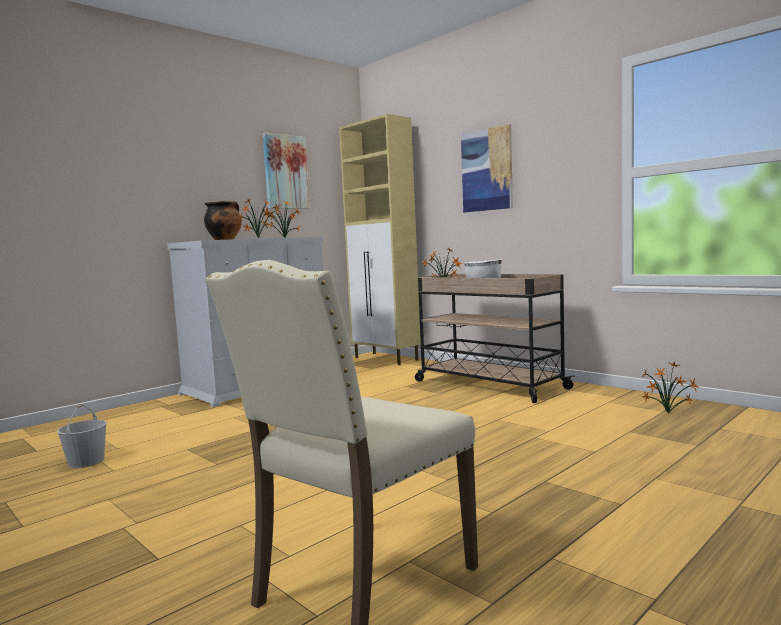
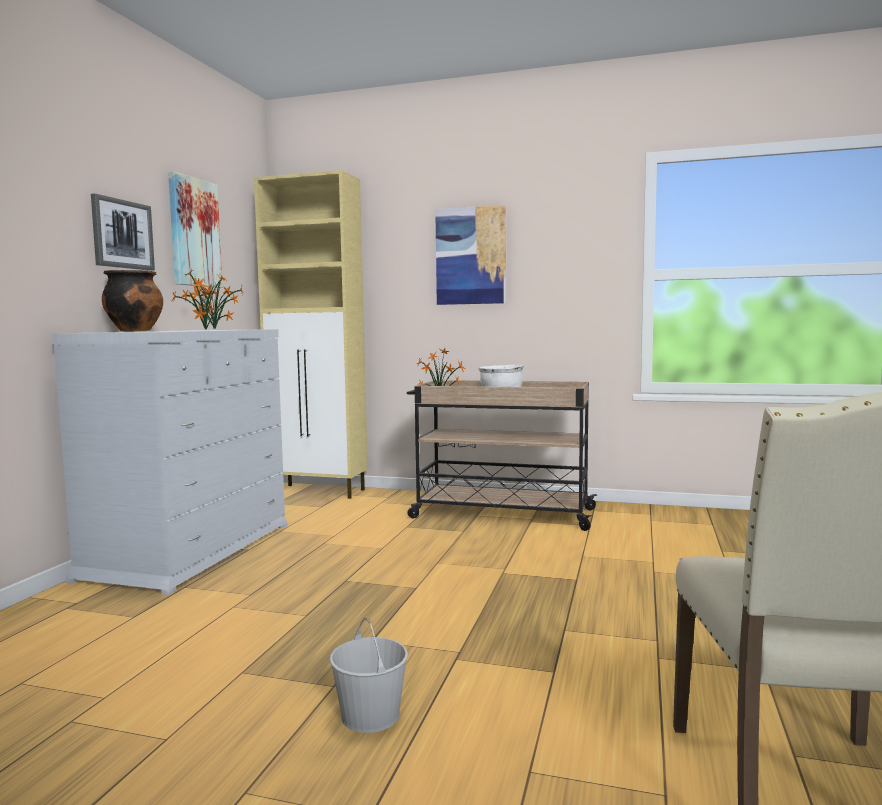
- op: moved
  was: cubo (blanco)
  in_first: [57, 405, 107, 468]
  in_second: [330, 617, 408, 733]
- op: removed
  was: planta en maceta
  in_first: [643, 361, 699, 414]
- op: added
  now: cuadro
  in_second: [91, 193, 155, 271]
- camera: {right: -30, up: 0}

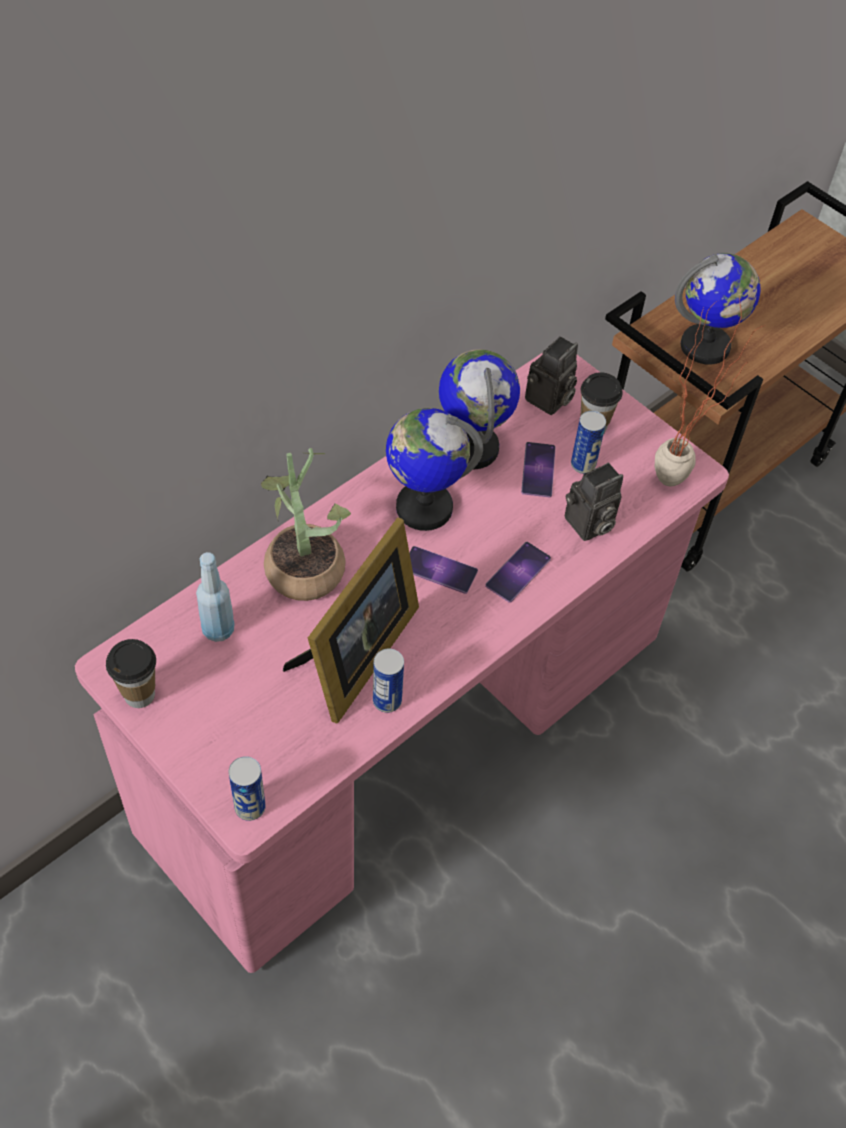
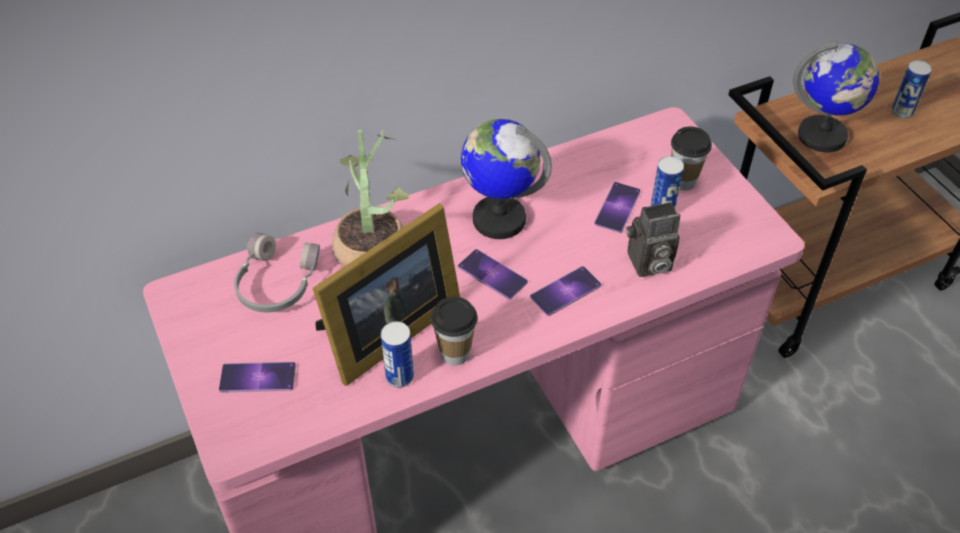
- op: moved
  was: taza
  in_first: [106, 639, 156, 708]
  in_second: [431, 297, 478, 366]
- op: replaced
  was: botella (azul)
  now: auriculares (gris)
  in_first: [196, 552, 234, 642]
  in_second: [234, 233, 320, 313]
- op: moved
  was: lata
  in_first: [229, 756, 266, 821]
  in_second: [892, 60, 932, 119]
- op: removed
  was: globo terráqueo
  in_first: [439, 349, 520, 469]
- op: removed
  was: cámara
  in_first: [525, 336, 578, 415]
- op: removed
  was: planta en maceta
  in_first: [655, 296, 765, 486]
- op: added
  now: móvil
  in_second: [219, 362, 296, 393]
- camera: {right: 20, up: -5}

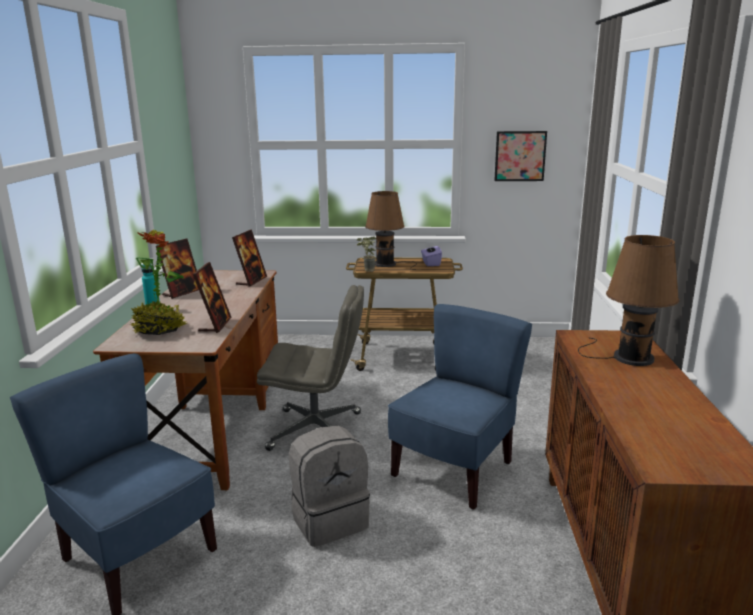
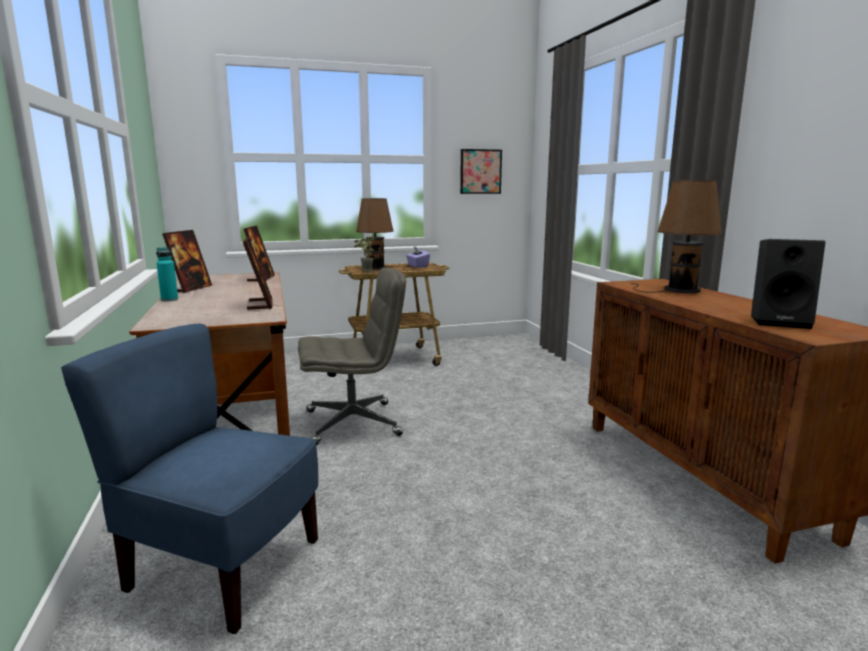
- op: removed
  was: planta en maceta
  in_first: [130, 230, 187, 335]
- op: removed
  was: mochila (gris)
  in_first: [289, 426, 370, 547]
- op: removed
  was: silla (azul)
  in_first: [388, 304, 532, 509]
- op: added
  now: altavoz (negro)
  in_second: [751, 239, 825, 329]
- camera: {right: -20, up: -5}

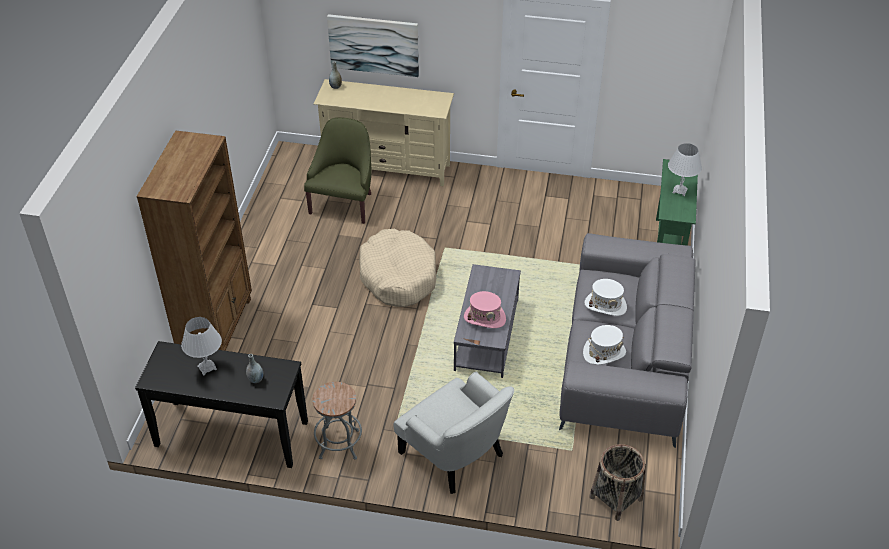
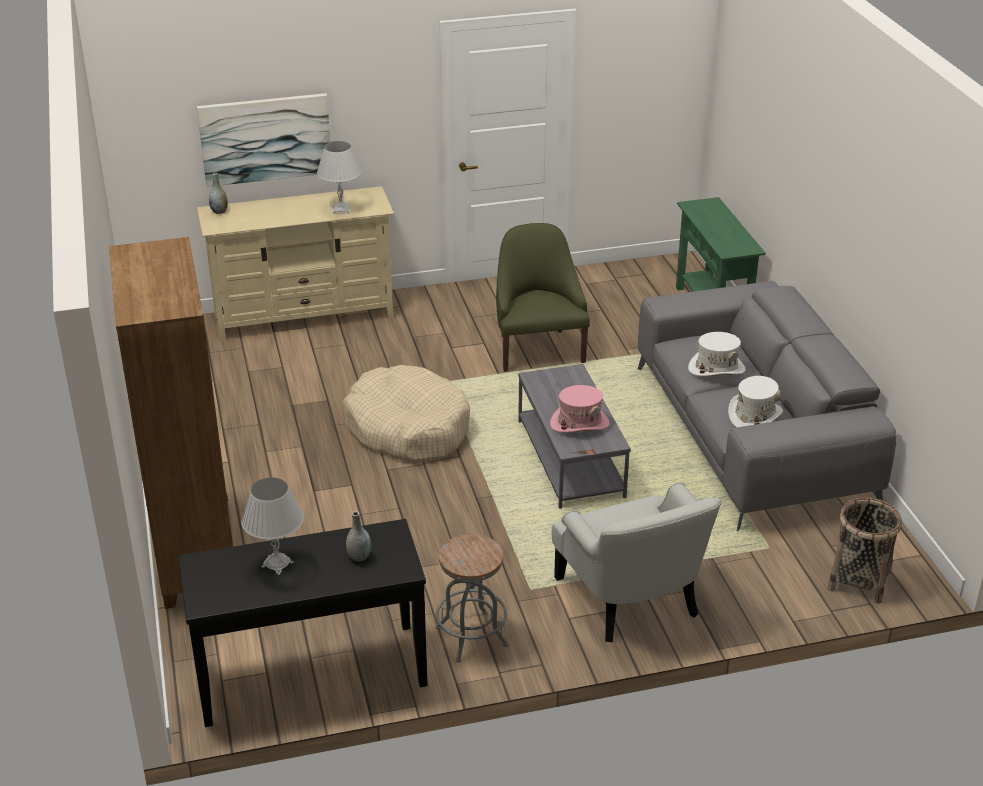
- op: moved
  was: sillón (verde)
  in_first: [304, 117, 372, 224]
  in_second: [496, 223, 590, 372]
- op: turned
  was: sillón (blanco)
  in_first: [394, 372, 514, 494]
  in_second: [552, 482, 722, 642]
  clockwise: 45
- op: moved
  was: lámpara de mesa (blanco)
  in_first: [668, 143, 702, 196]
  in_second: [317, 141, 361, 214]
- camera: {right: -25, up: -10}

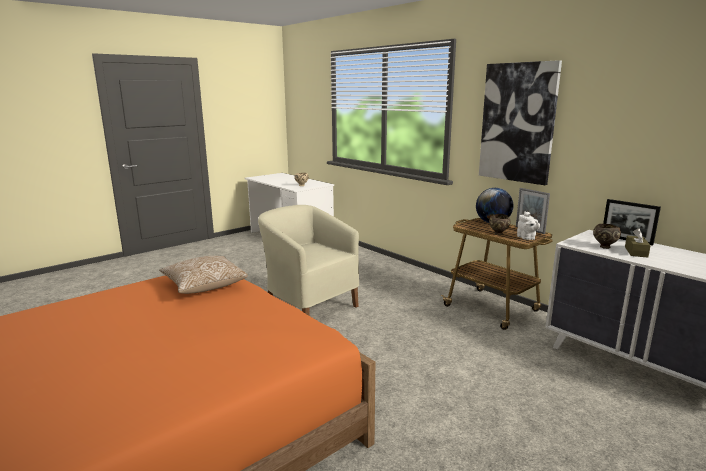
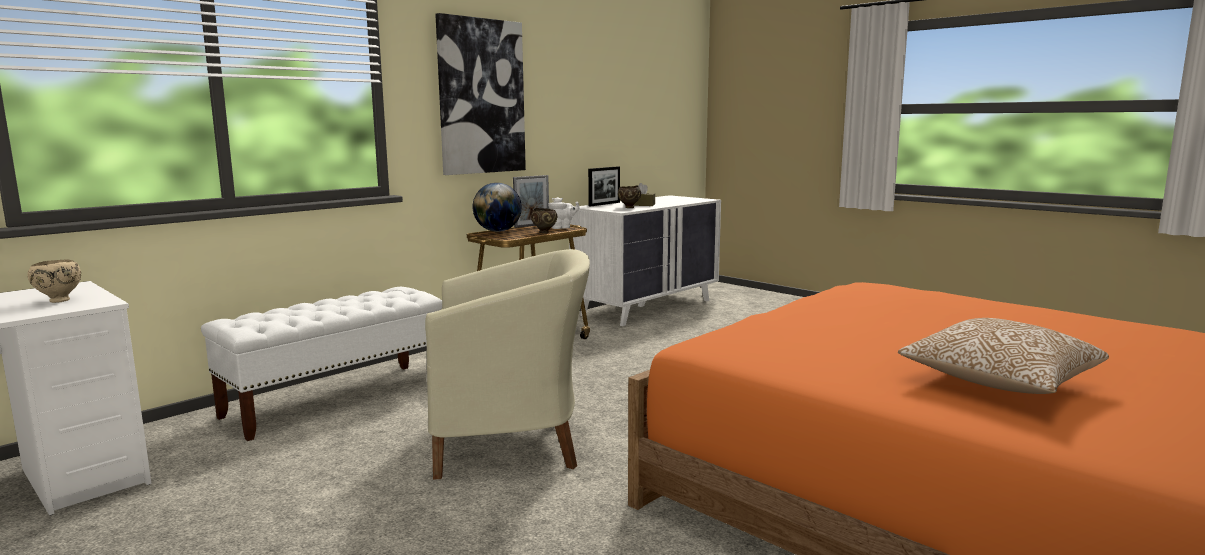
- op: moved
  was: cojín
  in_first: [159, 256, 248, 294]
  in_second: [898, 318, 1109, 394]
- op: turned
  was: sillón (beis)
  in_first: [258, 205, 359, 316]
  in_second: [425, 249, 590, 479]
  clockwise: -135
- op: added
  now: banco (blanco)
  in_second: [201, 287, 442, 441]
- camera: {right: -95, up: -5}

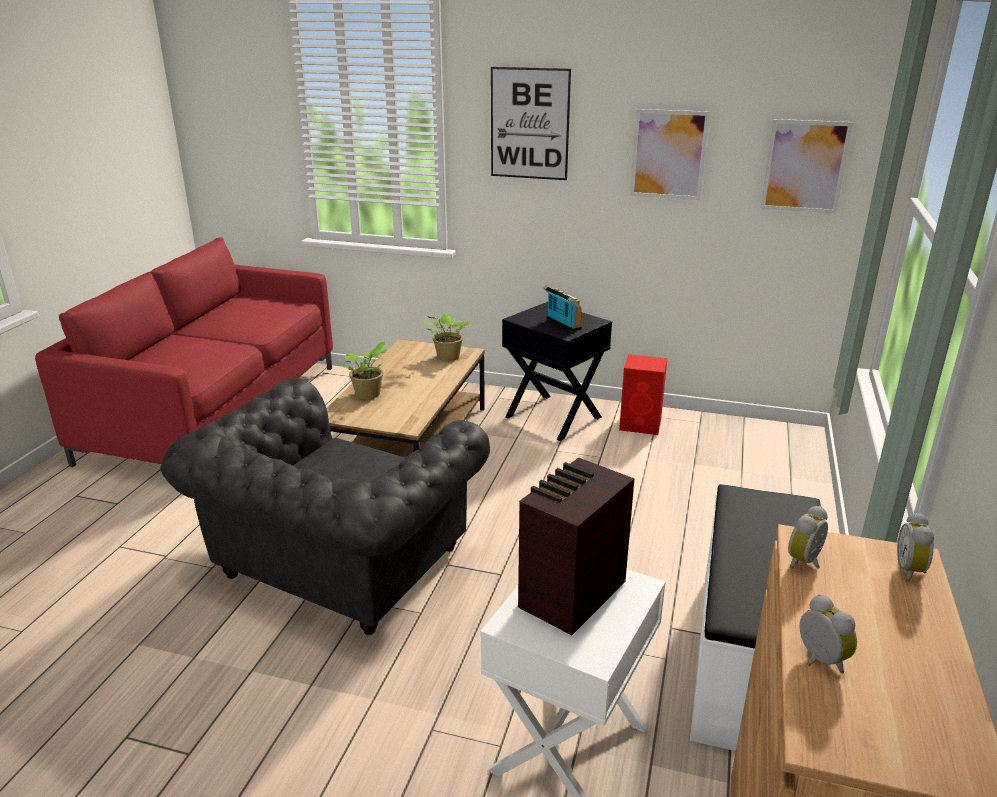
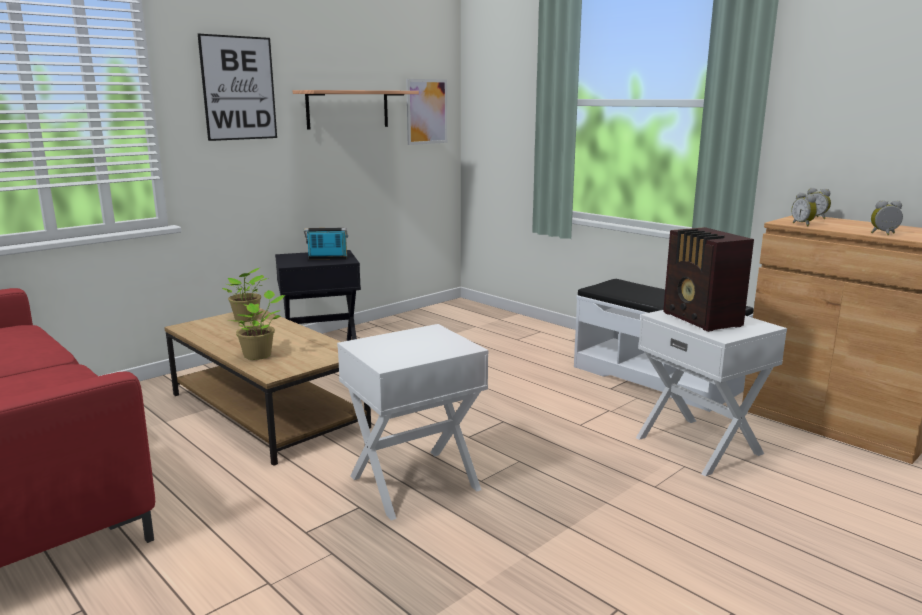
- op: replaced
  was: sillón (gris)
  now: mesa auxiliar (blanco)
  in_first: [160, 377, 490, 635]
  in_second: [337, 324, 488, 520]
- op: removed
  was: altavoz (rojo)
  in_first: [619, 354, 667, 435]
- op: replaced
  was: cuadro
  now: estante
  in_first: [630, 109, 710, 200]
  in_second: [293, 90, 419, 129]
- camera: {right: -60, up: -10}

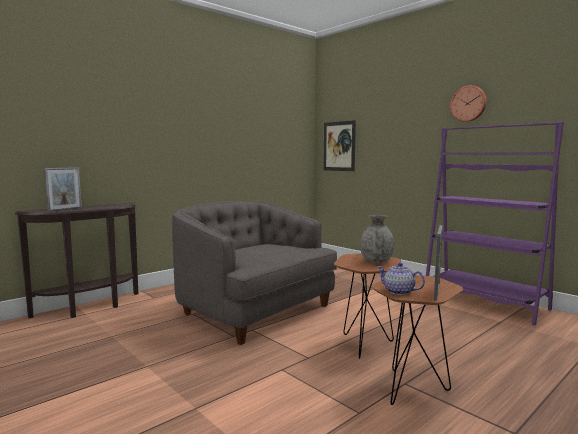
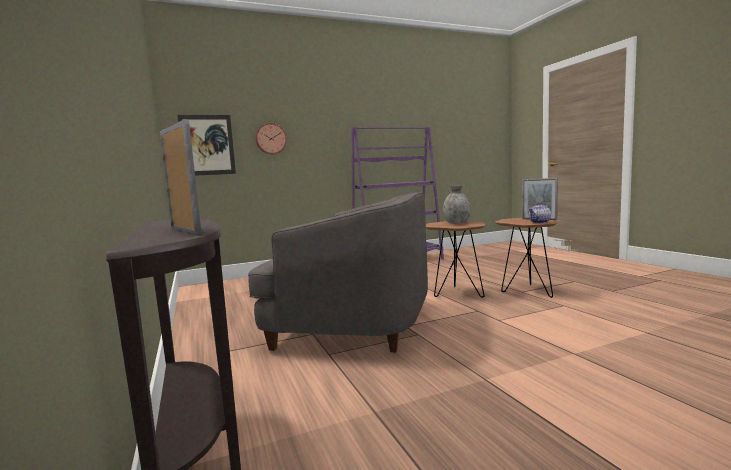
- op: turned
  was: sillón (gris)
  in_first: [172, 201, 337, 345]
  in_second: [248, 193, 428, 352]
  clockwise: -135
- op: moved
  was: reloj de pared
  in_first: [450, 85, 486, 122]
  in_second: [255, 123, 287, 154]
- camera: {right: -70, up: 0}

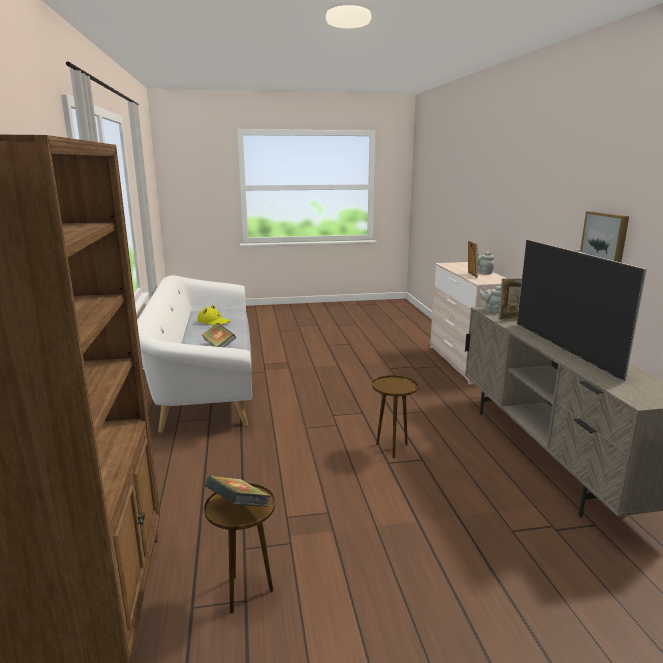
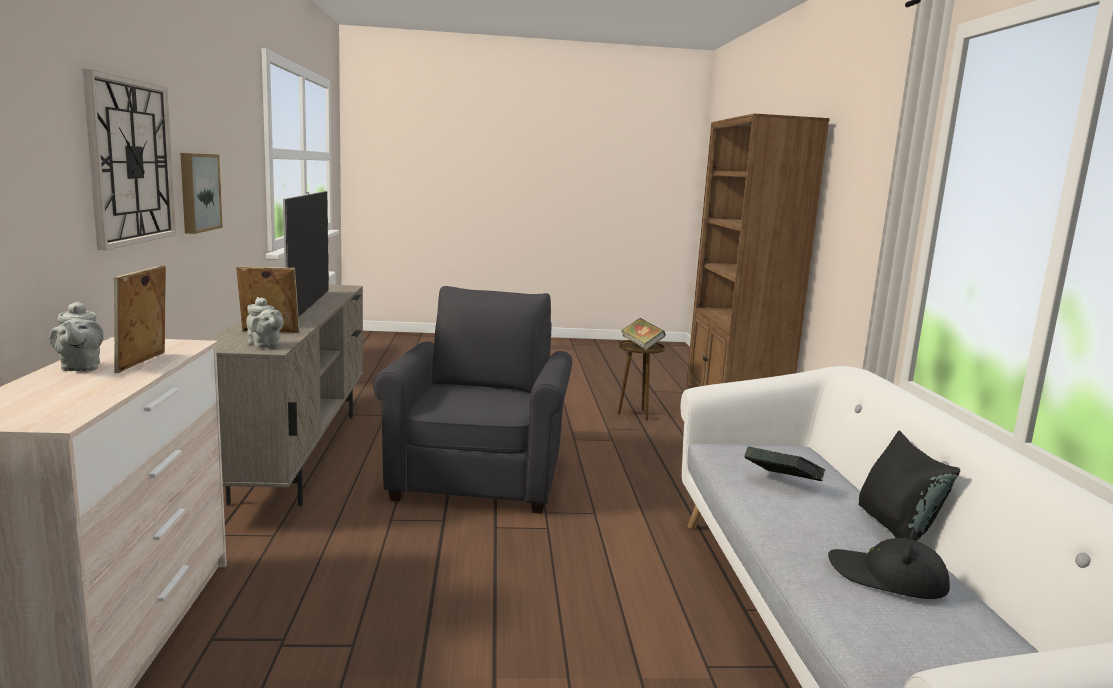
- op: recoloured
  was: sombrero (amarillo)
  now: sombrero (negro)
  in_first: [197, 305, 231, 325]
  in_second: [828, 529, 950, 599]
- op: replaced
  was: mesa auxiliar (marrón)
  now: sillón (gris)
  in_first: [372, 375, 418, 459]
  in_second: [373, 286, 572, 514]
- op: added
  now: reloj de pared
  in_second: [83, 69, 176, 250]
- op: added
  now: cojín (negro)
  in_second: [858, 431, 960, 541]
- camera: {right: -175, up: -5}

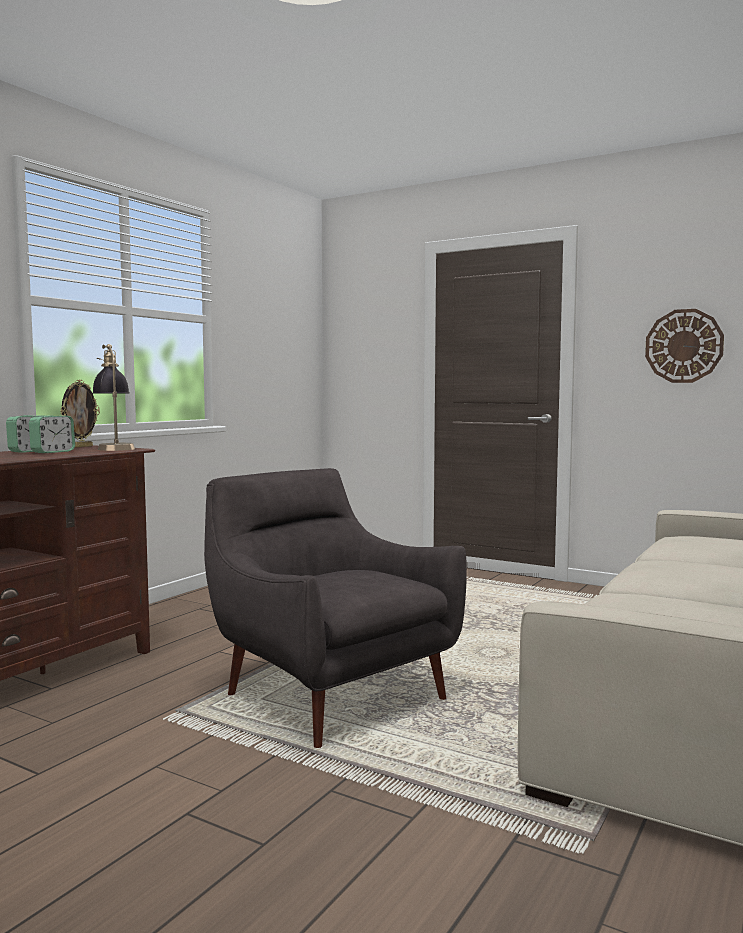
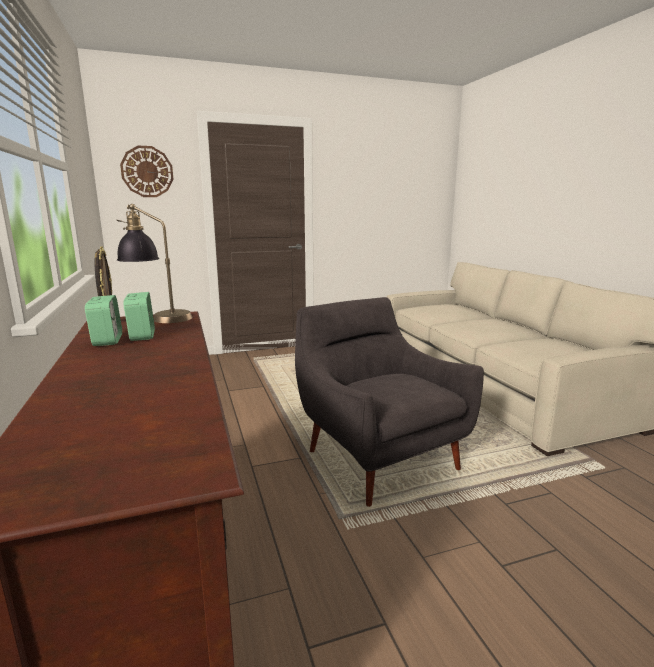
- op: turned
  was: sillón (gris)
  in_first: [204, 468, 467, 748]
  in_second: [295, 297, 484, 507]
  clockwise: 60
- op: moved
  was: reloj de pared
  in_first: [645, 309, 724, 383]
  in_second: [120, 146, 173, 197]
- camera: {right: -50, up: 10}

